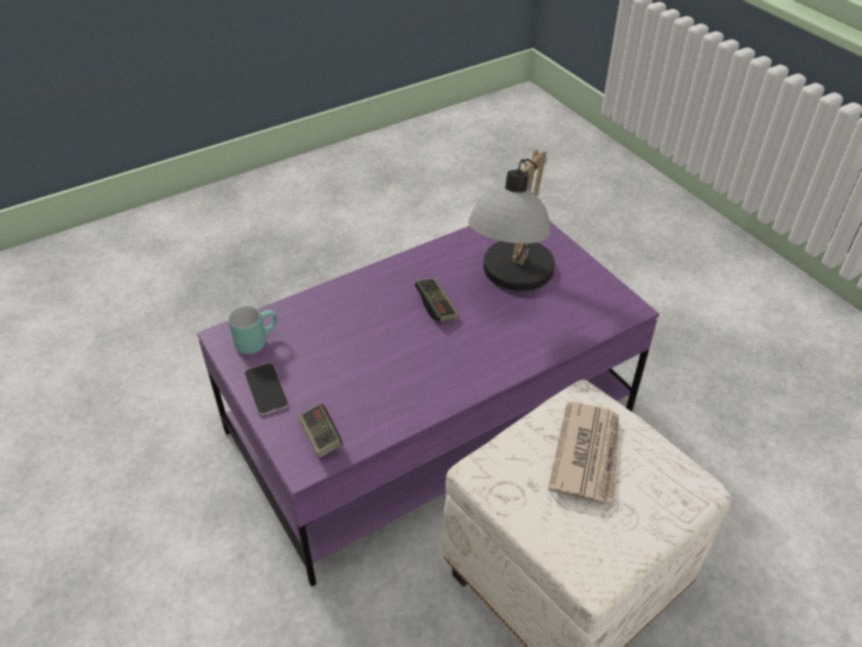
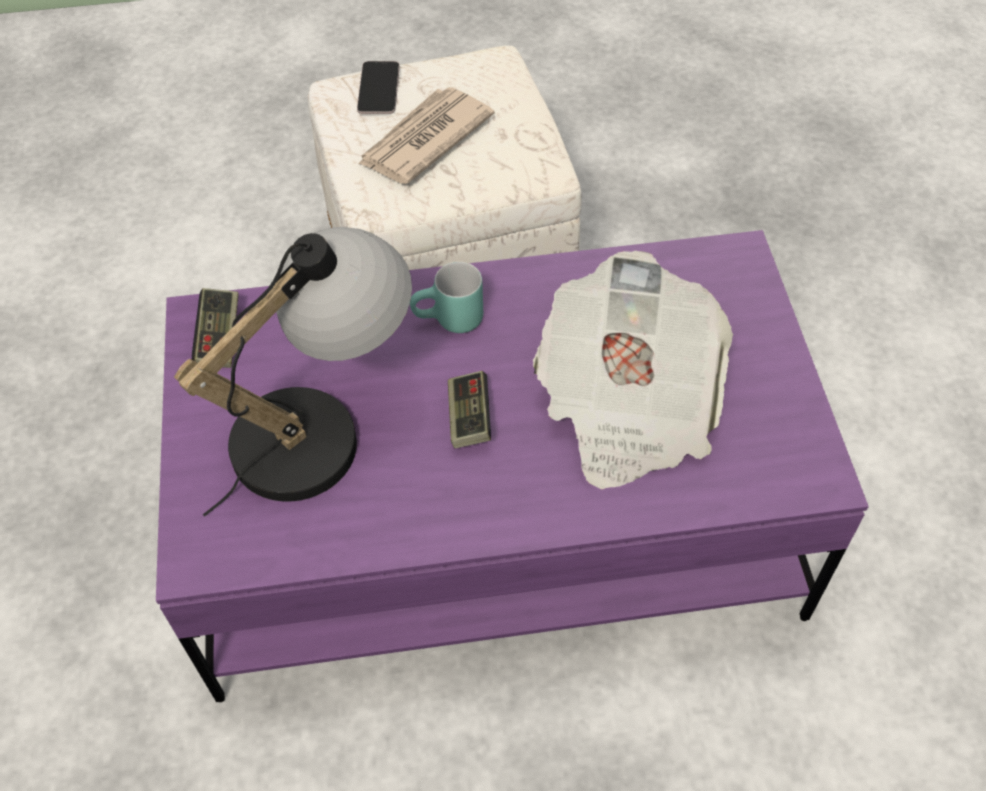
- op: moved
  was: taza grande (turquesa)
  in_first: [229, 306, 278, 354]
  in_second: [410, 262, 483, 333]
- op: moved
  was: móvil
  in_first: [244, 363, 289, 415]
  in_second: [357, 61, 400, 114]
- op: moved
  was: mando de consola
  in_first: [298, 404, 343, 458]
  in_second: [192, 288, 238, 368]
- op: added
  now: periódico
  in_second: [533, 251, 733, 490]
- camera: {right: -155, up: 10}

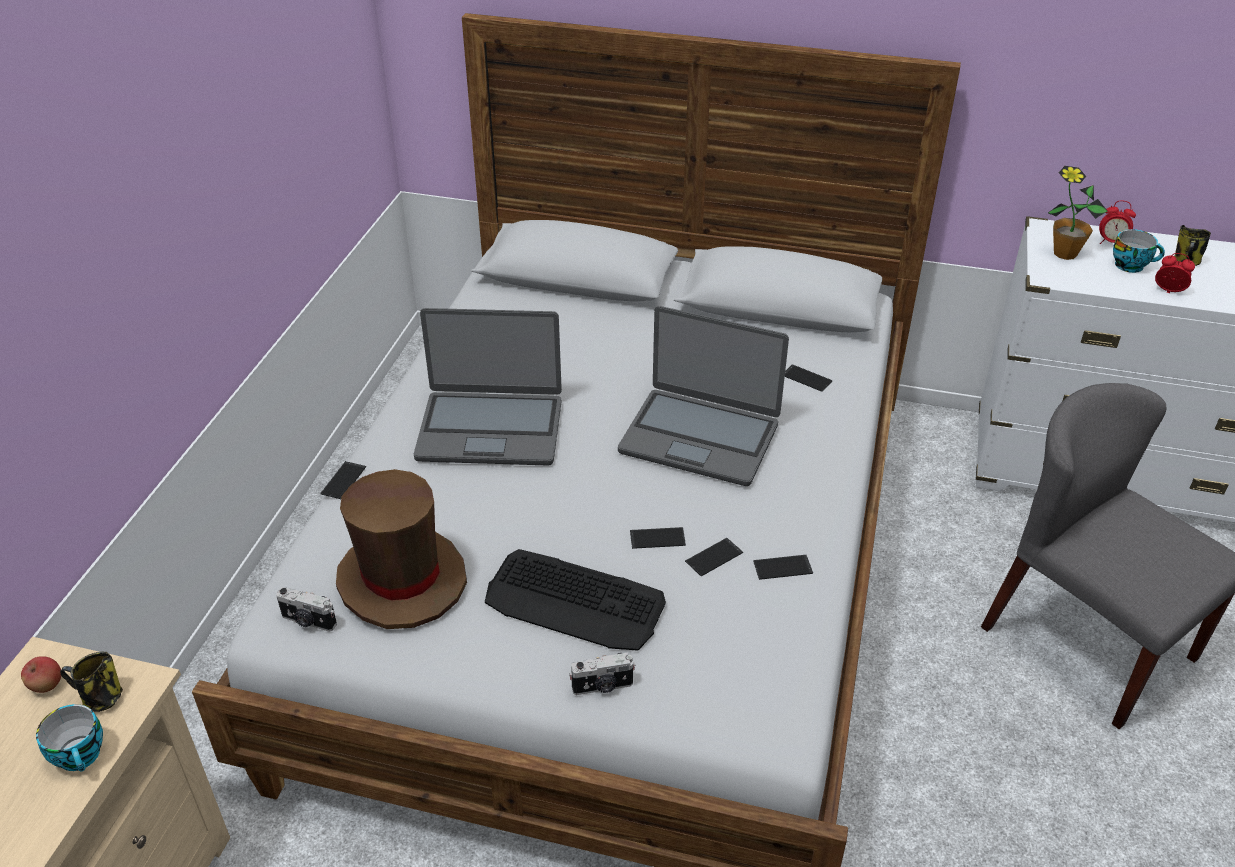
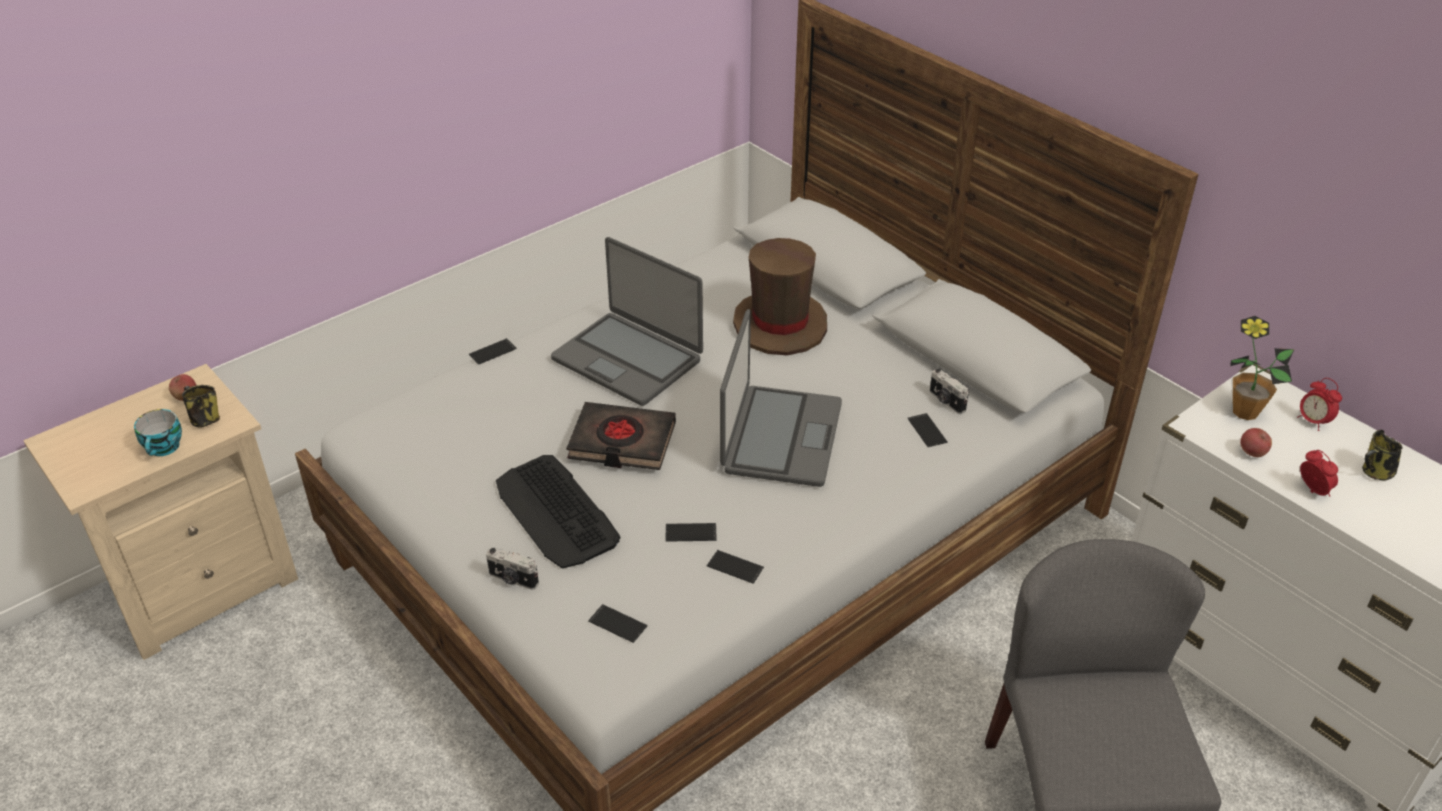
- op: moved
  was: cámara
  in_first: [276, 587, 337, 632]
  in_second: [930, 368, 969, 414]
- op: moved
  was: sombrero (marrón)
  in_first: [336, 469, 467, 629]
  in_second: [733, 238, 827, 355]
- op: turned
  was: portátil
  in_first: [618, 306, 789, 486]
  in_second: [720, 309, 842, 487]
  clockwise: -135
- op: moved
  was: móvil
  in_first: [630, 527, 686, 549]
  in_second: [588, 604, 648, 643]
- op: removed
  was: taza
  in_first: [1113, 229, 1165, 273]
- op: added
  now: libro (negro)
  in_second: [566, 402, 676, 470]
- op: added
  now: manzana
  in_second: [1240, 428, 1272, 457]
- camera: {right: 35, up: 0}

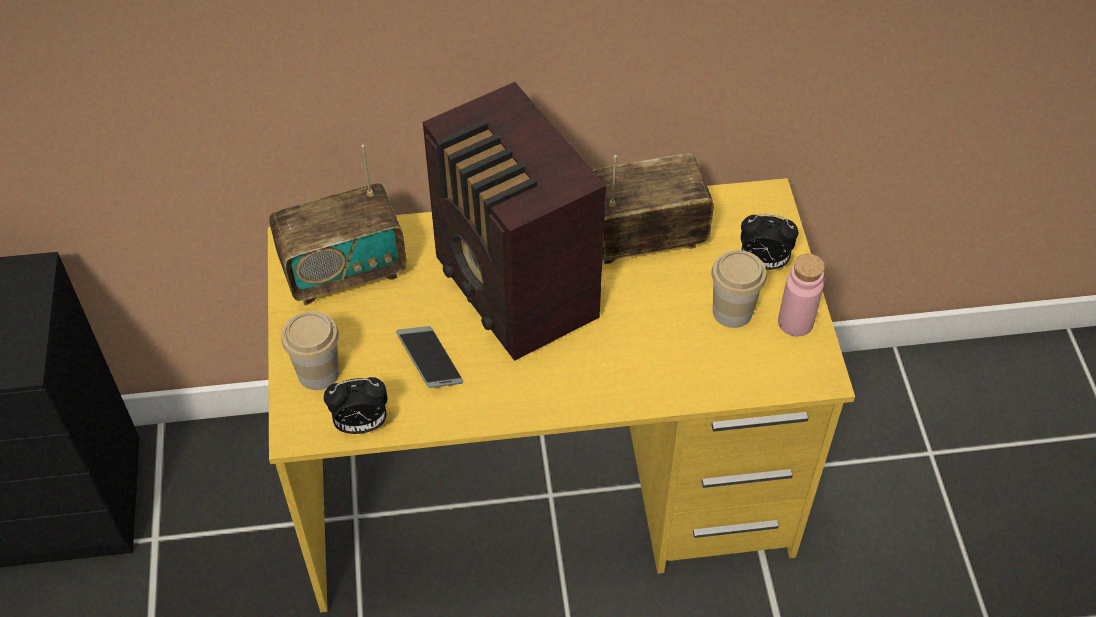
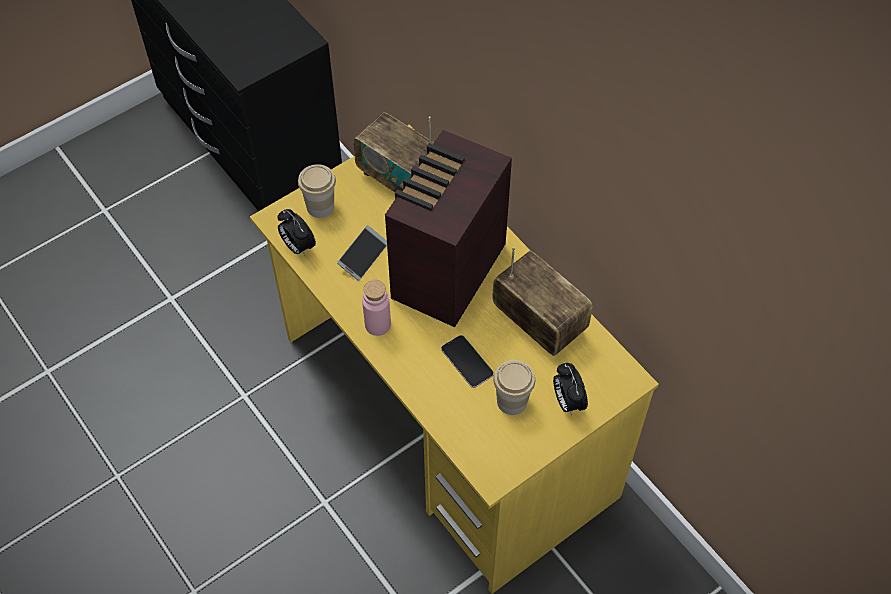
- op: moved
  was: botella (rosa)
  in_first: [778, 253, 825, 337]
  in_second: [362, 280, 391, 336]
- op: added
  now: móvil
  in_second: [441, 335, 494, 388]
- camera: {right: 60, up: 5}

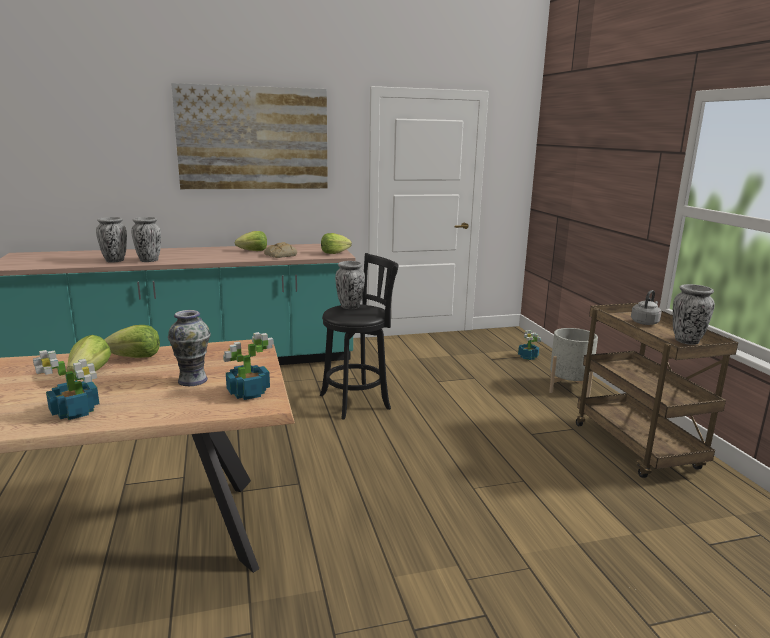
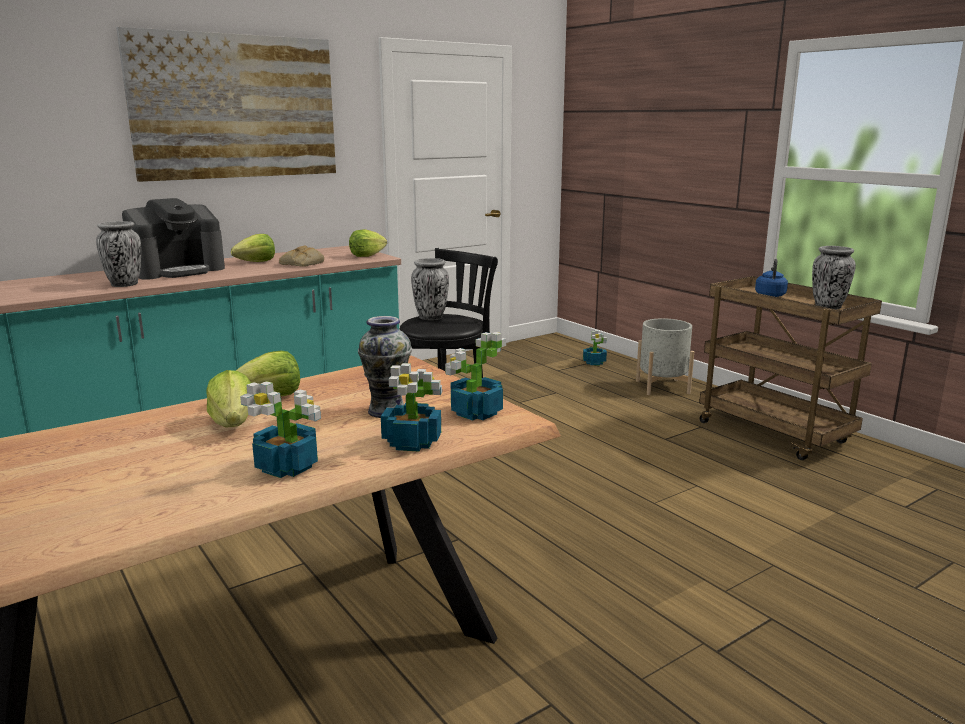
- op: removed
  was: florero
  in_first: [96, 217, 127, 263]
- op: recoloured
  was: hervidor (gris)
  now: hervidor (azul)
  in_first: [631, 290, 662, 325]
  in_second: [755, 259, 788, 297]
- op: added
  now: cafetera
  in_second: [122, 198, 225, 280]
- op: added
  now: planta en maceta
  in_second: [381, 363, 442, 452]
- camera: {right: -20, up: 0}

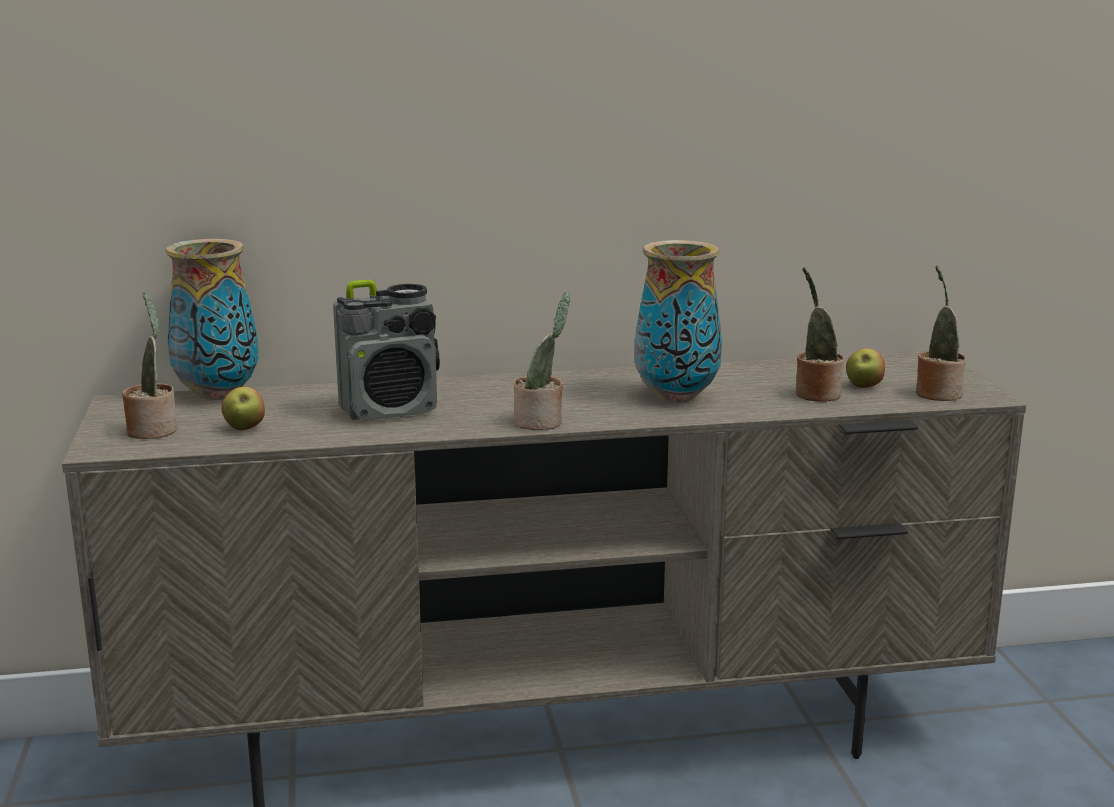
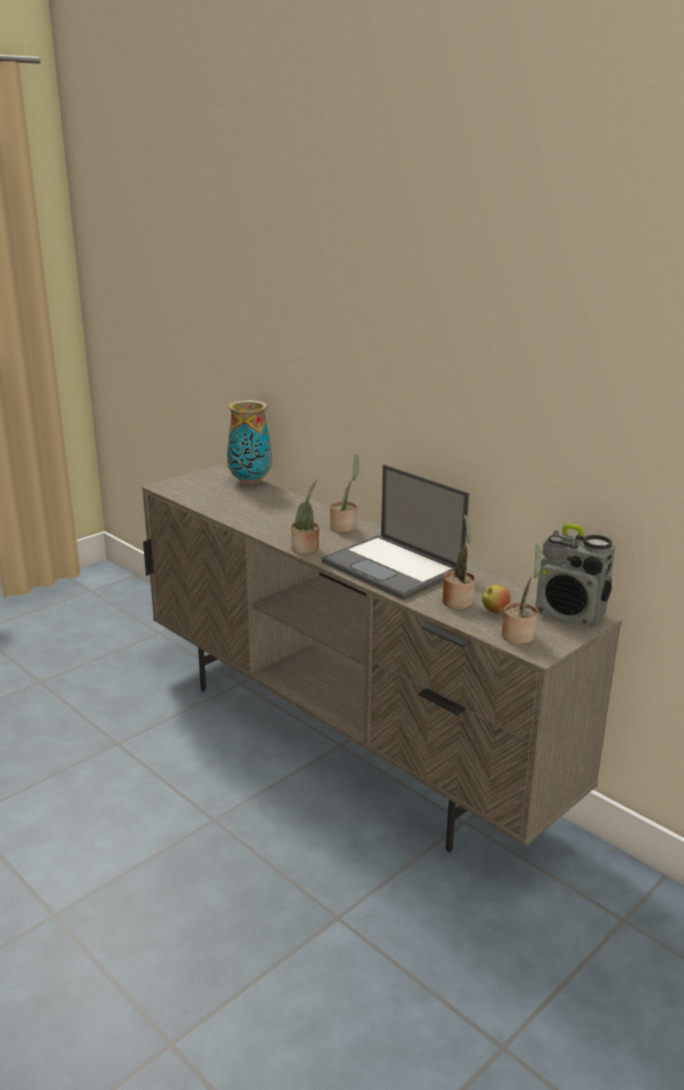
- op: moved
  was: planta en maceta
  in_first: [122, 292, 177, 439]
  in_second: [330, 454, 360, 533]
- op: removed
  was: manzana
  in_first: [222, 387, 265, 430]
- op: moved
  was: radio
  in_first: [333, 280, 440, 421]
  in_second: [535, 523, 615, 626]
- op: replaced
  was: florero
  now: portátil
  in_first: [635, 240, 722, 402]
  in_second: [321, 464, 469, 600]
- camera: {right: 55, up: 5}

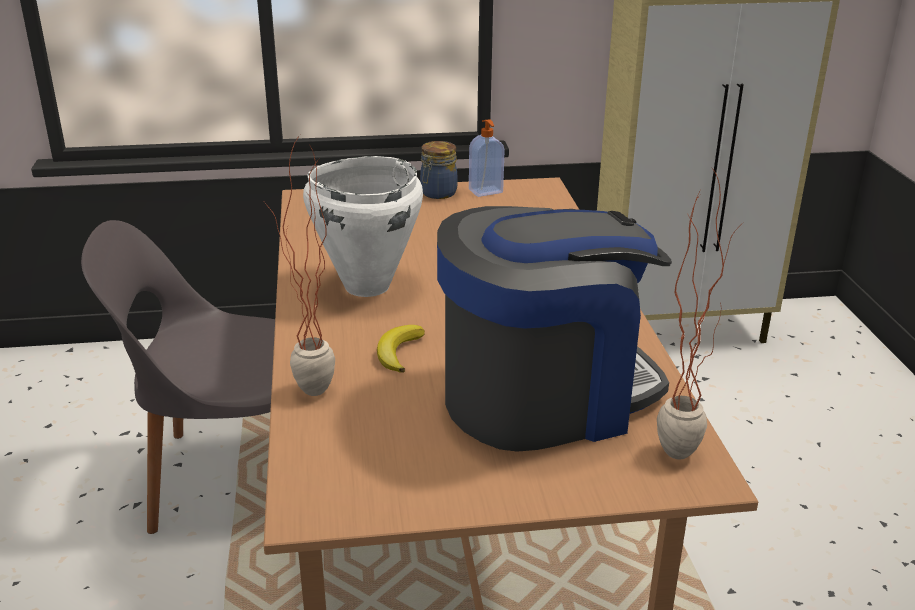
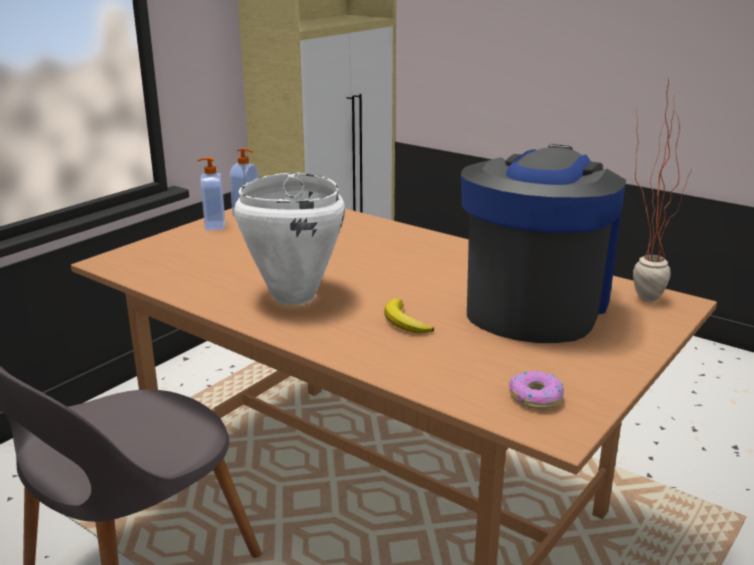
- op: removed
  was: planta en maceta
  in_first: [265, 135, 335, 396]
- op: replaced
  was: tarro
  now: dispensador de jabón
  in_first: [420, 141, 457, 199]
  in_second: [197, 157, 225, 230]
- op: added
  now: rosquilla
  in_second: [509, 371, 564, 409]
- camera: {right: -45, up: -5}

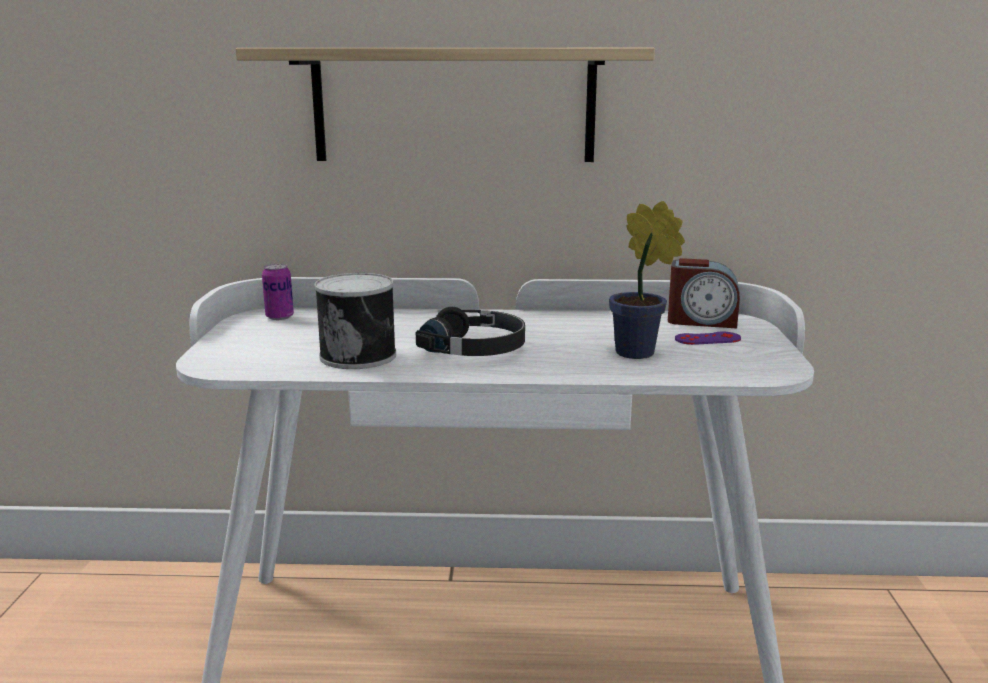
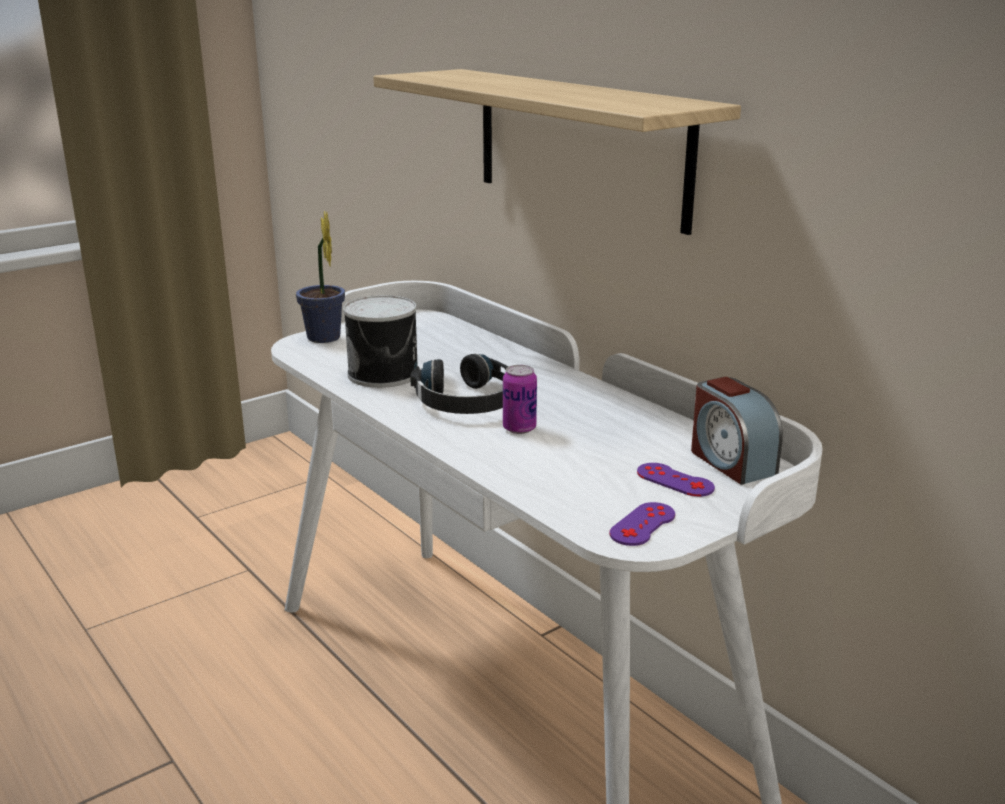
- op: moved
  was: lata
  in_first: [262, 264, 294, 320]
  in_second: [503, 365, 537, 434]
- op: moved
  was: planta en maceta
  in_first: [609, 201, 685, 359]
  in_second: [296, 211, 345, 343]
- op: added
  now: mando de consola (morado)
  in_second: [609, 502, 675, 546]
- camera: {right: 50, up: 5}

